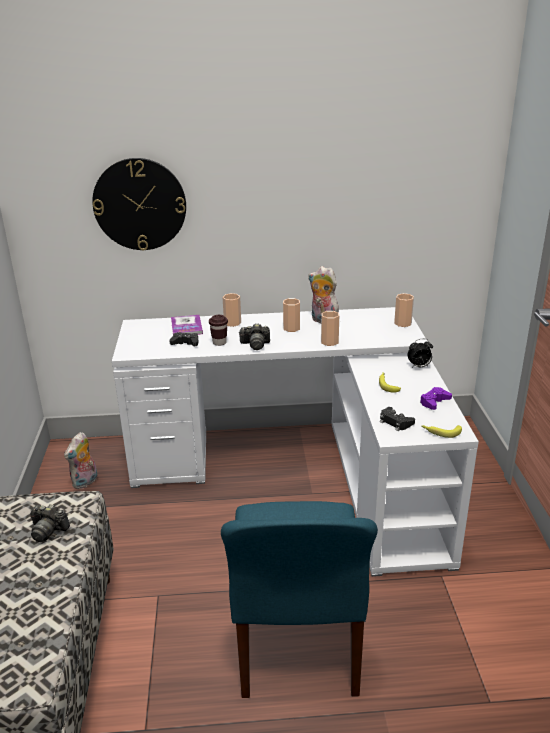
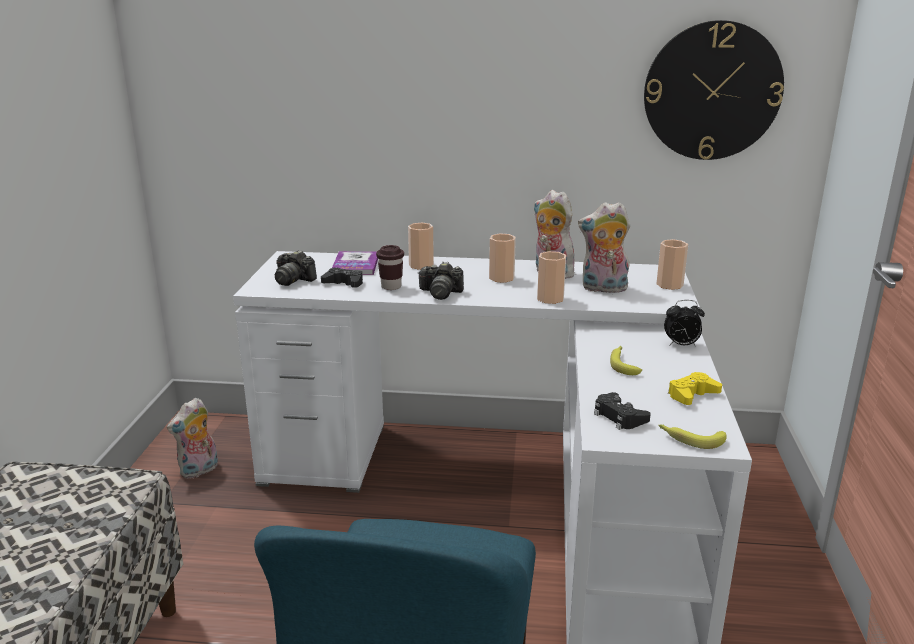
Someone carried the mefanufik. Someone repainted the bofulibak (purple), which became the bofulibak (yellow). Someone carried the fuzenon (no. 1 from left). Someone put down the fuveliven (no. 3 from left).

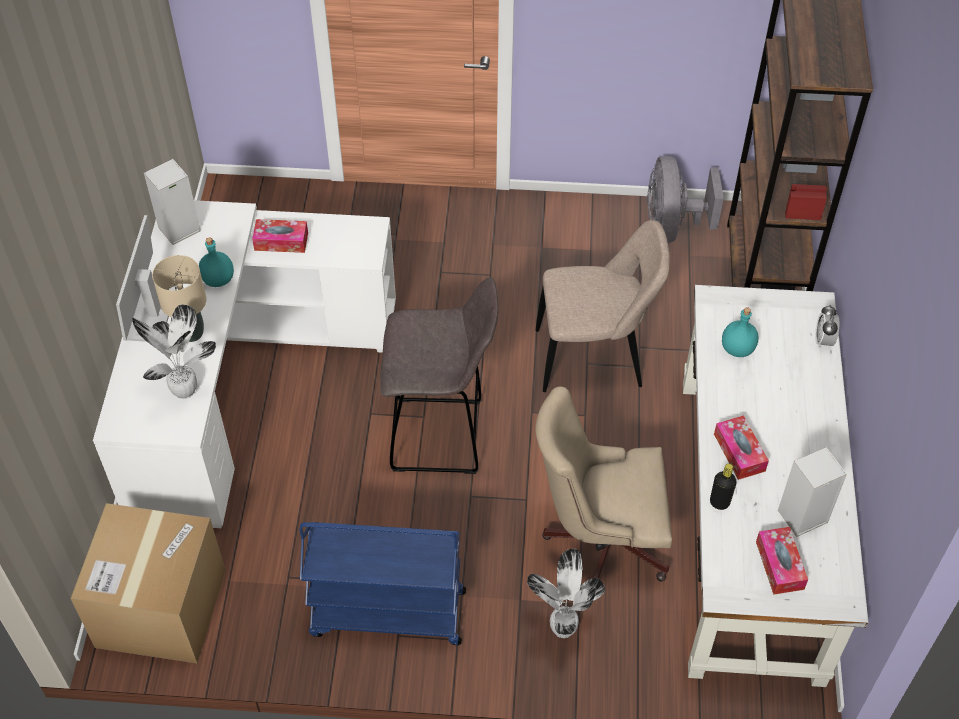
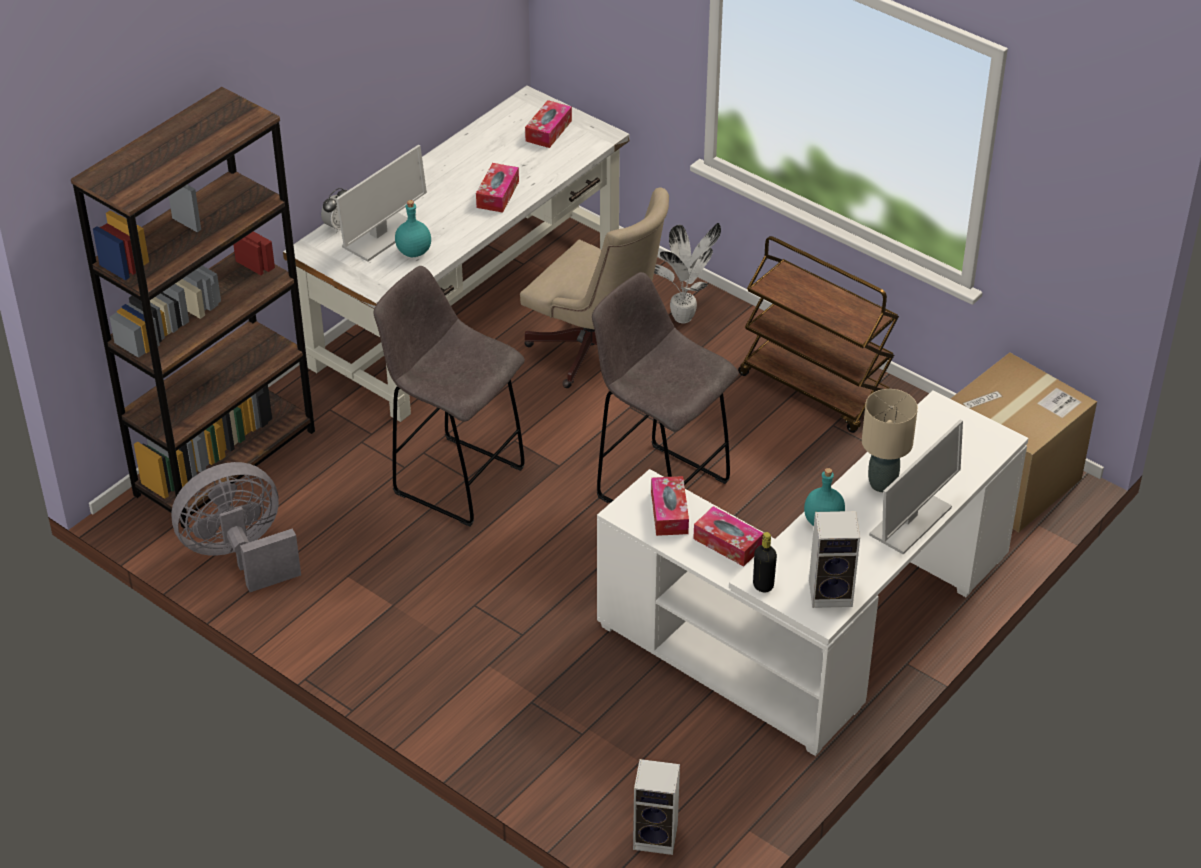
Someone rotated the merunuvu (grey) by 150 degrees counterclockwise. Someone swapped the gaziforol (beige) for the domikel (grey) (no. 1 from left). Someone took away the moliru (no. 1 from left). Someone carried the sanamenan (no. 2 from left in the first image). Someone carried the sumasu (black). Someone repainted the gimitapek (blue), which became the gimitapek (brown). Someone put down the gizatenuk (no. 1 from left). Someone put down the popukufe (no. 3 from left).

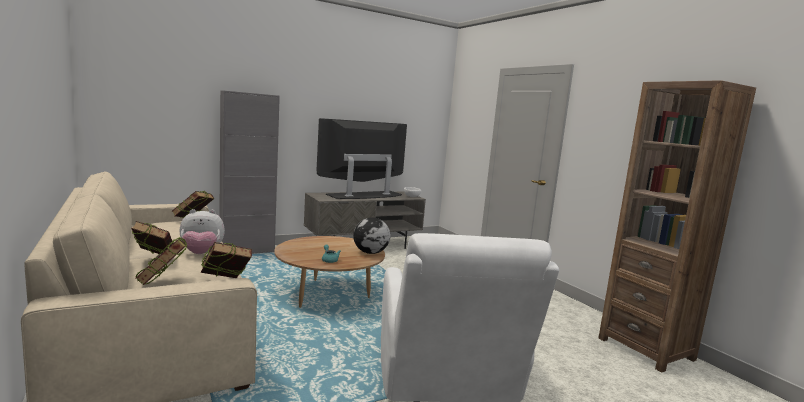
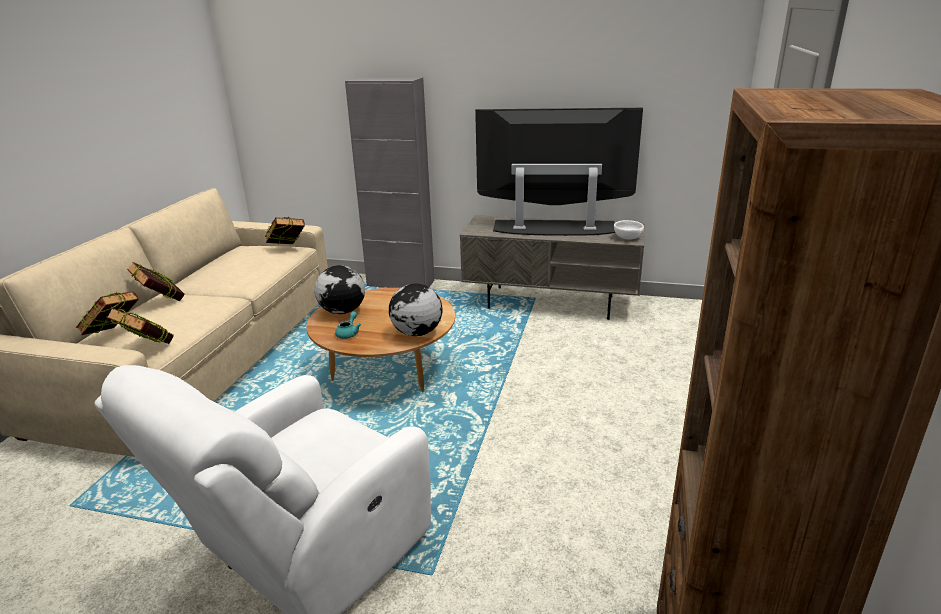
Someone took away the fuveliven. Someone put down the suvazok (no. 1 from left).

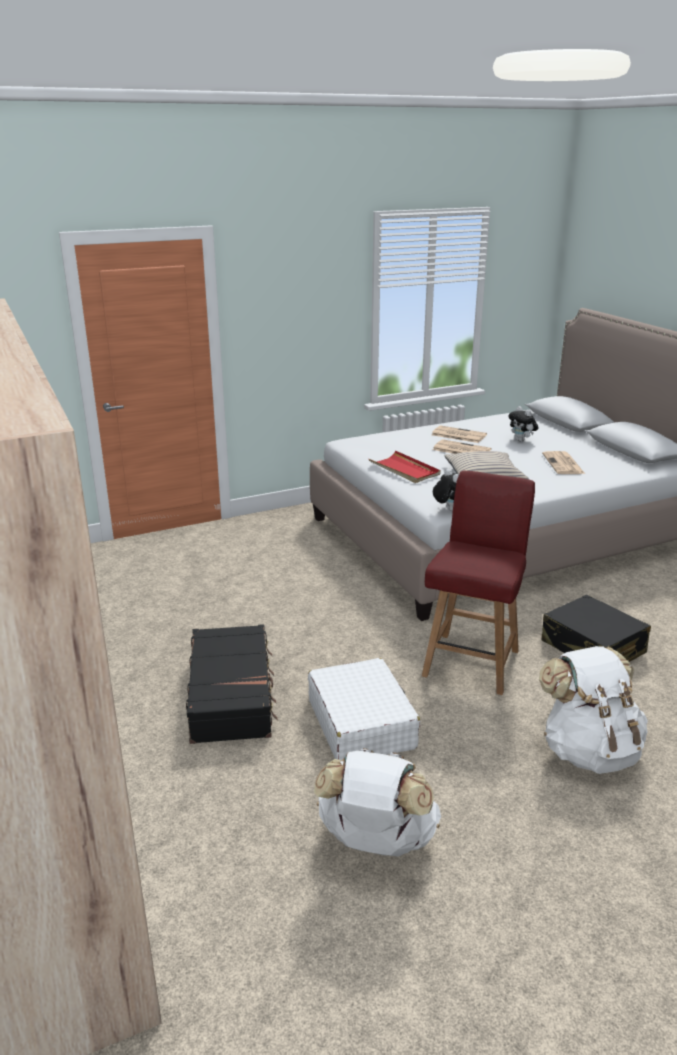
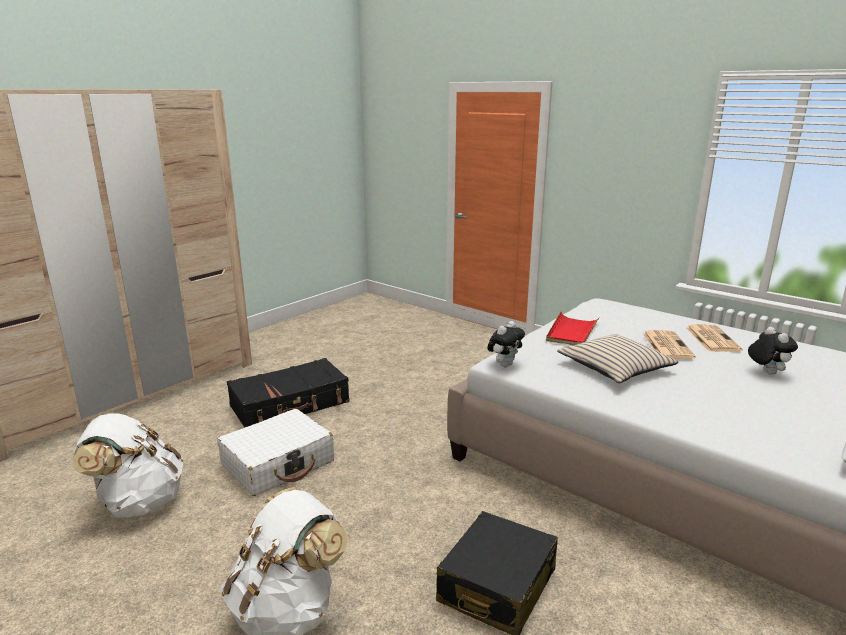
Someone rotated the fuveliven (no. 2 from left) by 135 degrees clockwise. Someone took away the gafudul (no. 3 from left). Someone took away the gaziforol (red).

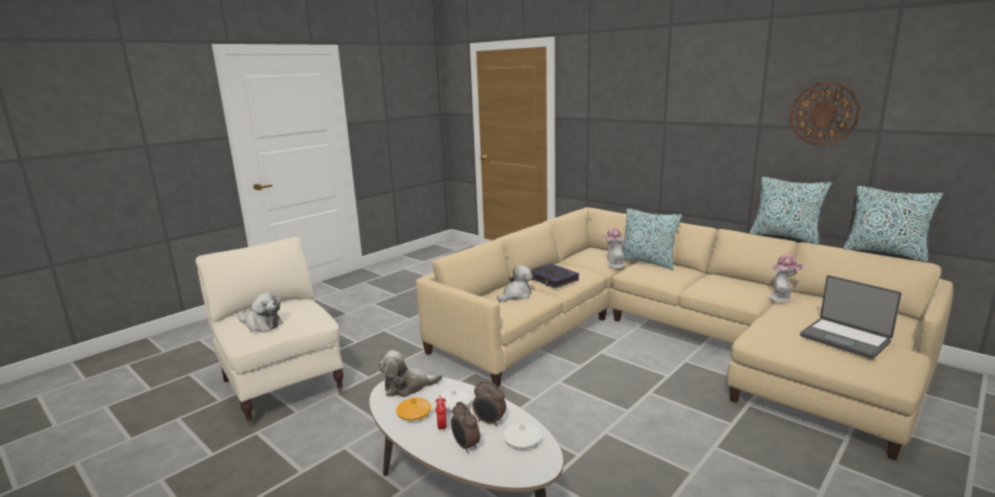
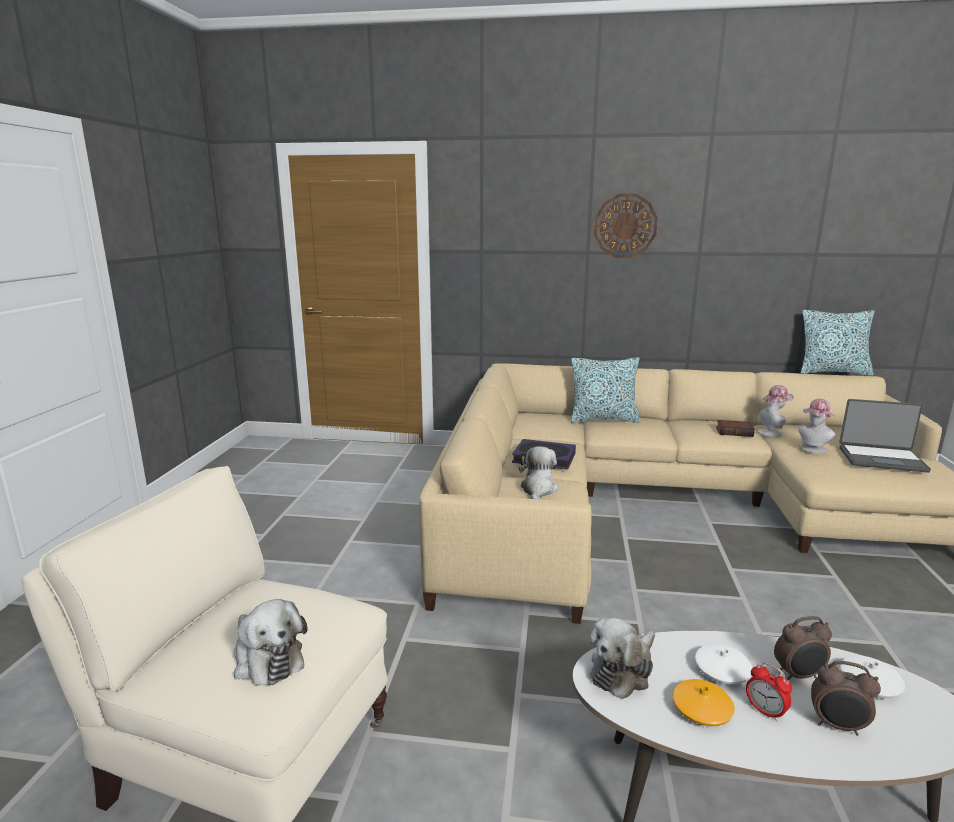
Someone carried the mefanufik. Someone took away the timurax (no. 2 from left). Someone carried the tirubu (no. 1 from left in the first image). Someone rotated the fuveliven (no. 1 from left) by 60 degrees clockwise. Someone put down the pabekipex (no. 2 from left).

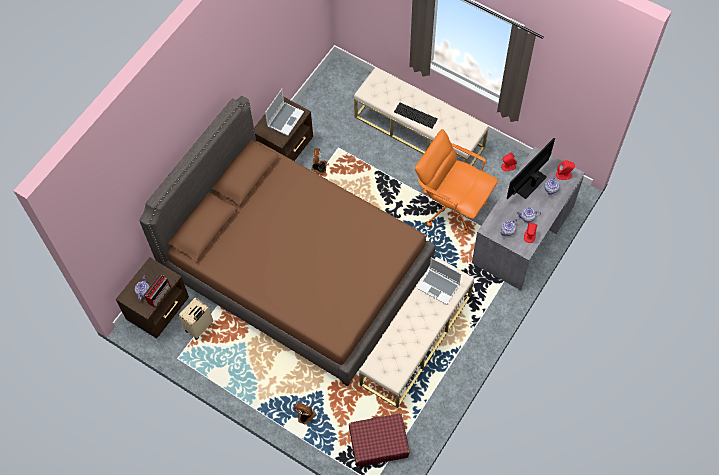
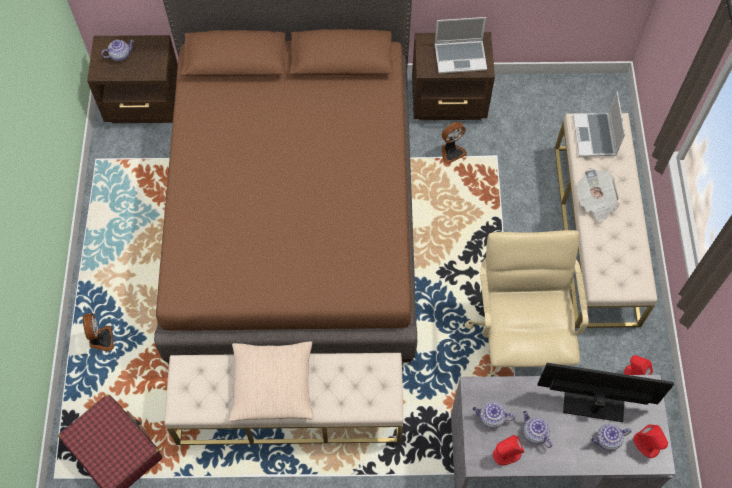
Someone swapped the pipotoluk for the gafudul. Someone repainted the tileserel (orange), which became the tileserel (beige). Someone carried the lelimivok (no. 2 from left). Someone took away the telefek. Someone took away the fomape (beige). Someone put down the timurax (beige).

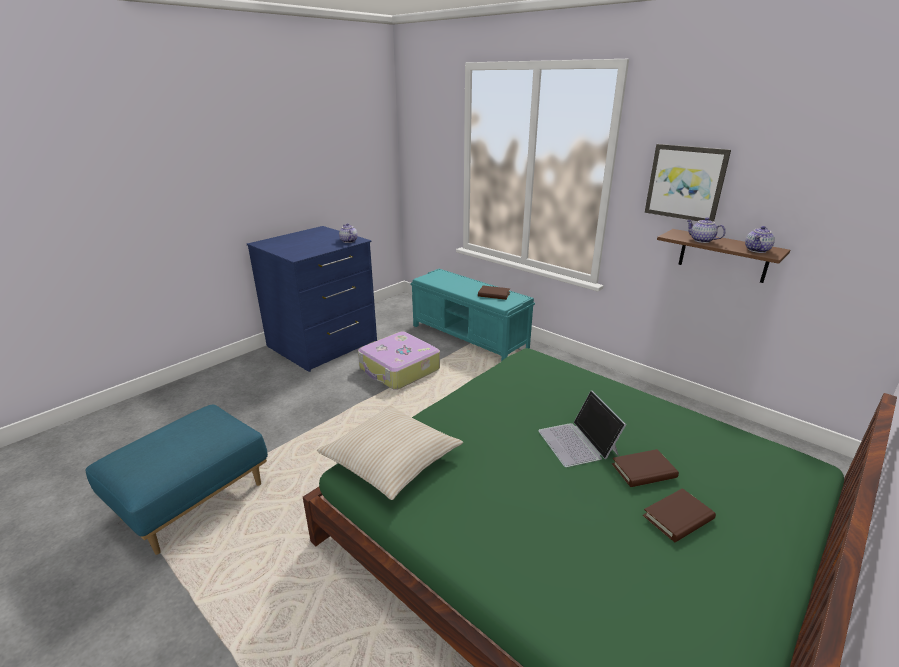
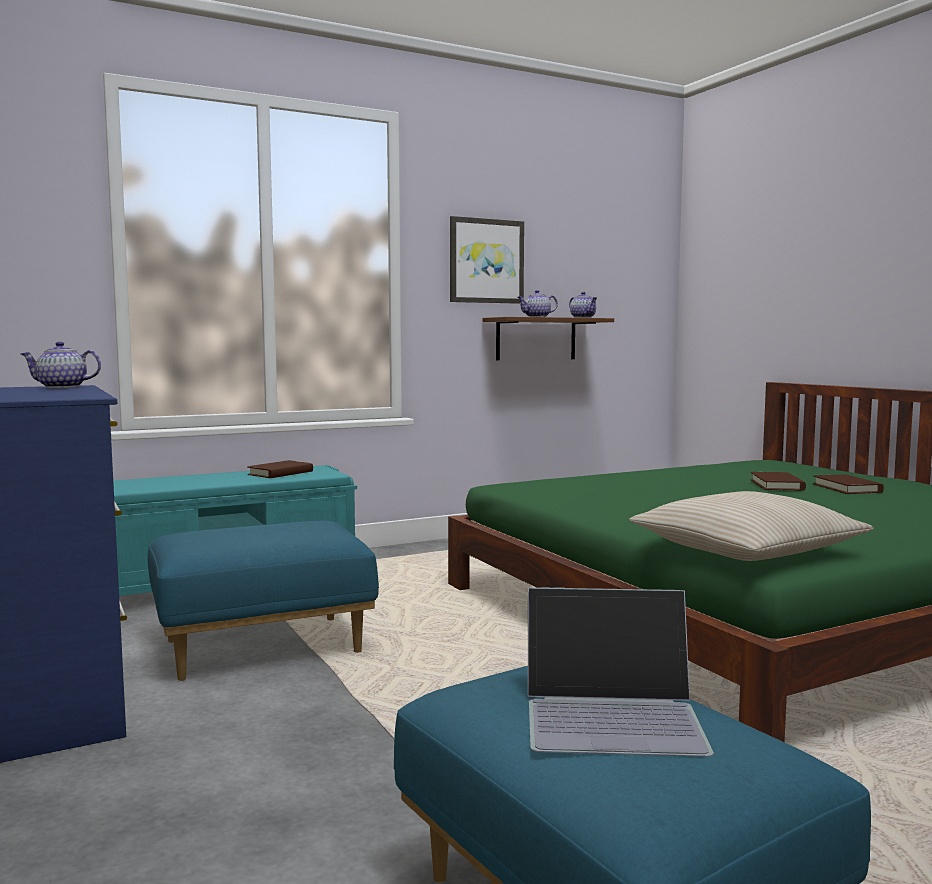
Someone swapped the fomape for the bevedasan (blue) (no. 1 from left). Someone carried the lelimivok.

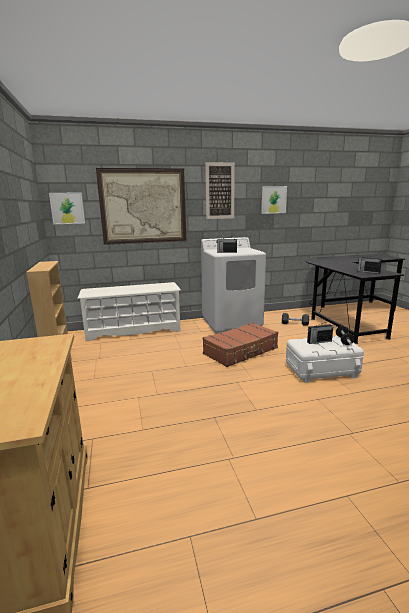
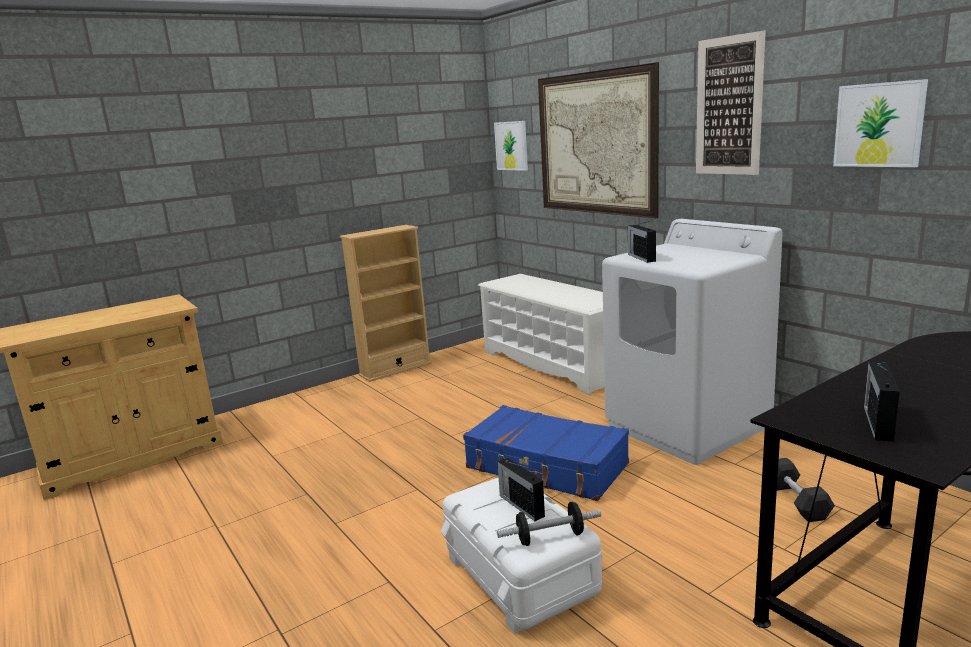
Someone repainted the fomape (brown), which became the fomape (blue).

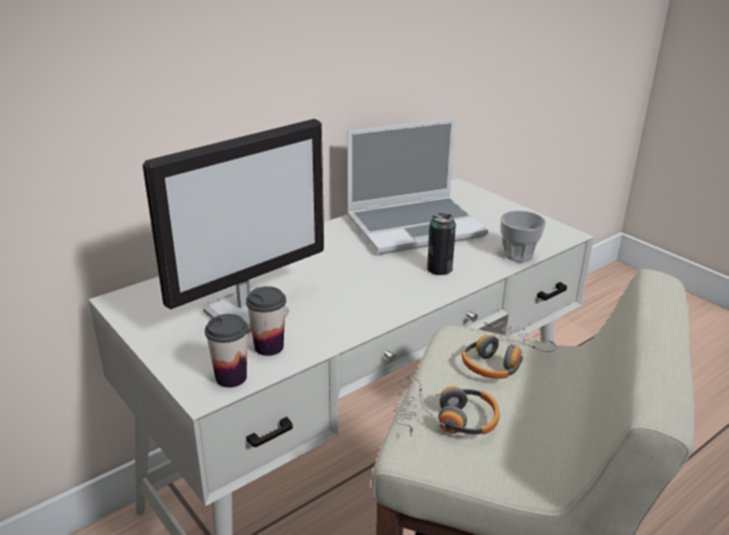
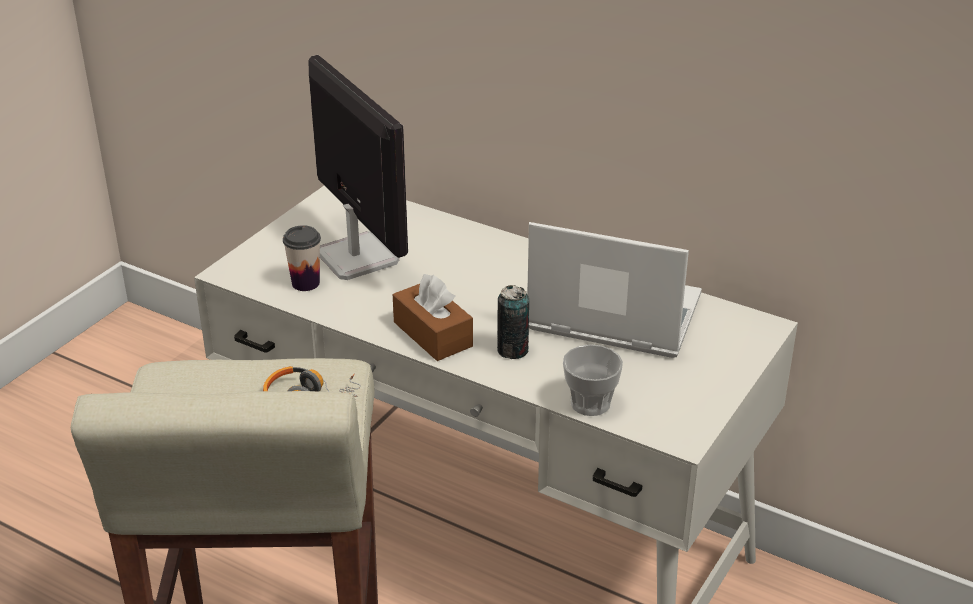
Someone rotated the gizatenuk by 150 degrees counterclockwise. Someone rotated the lelimivok by 150 degrees clockwise. Someone took away the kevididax (no. 1 from left). Someone took away the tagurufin (no. 1 from left). Someone put down the popukufe (brown).

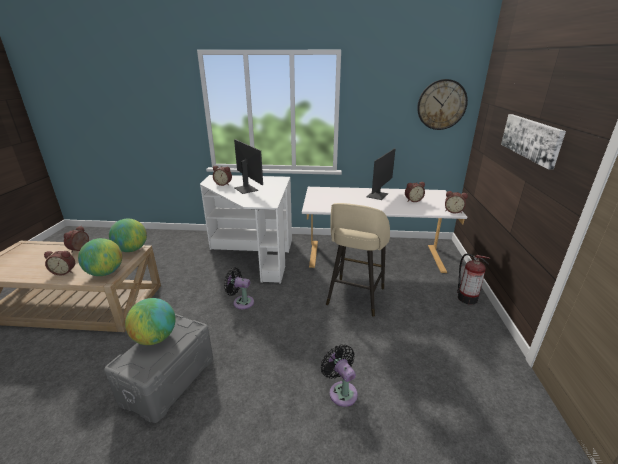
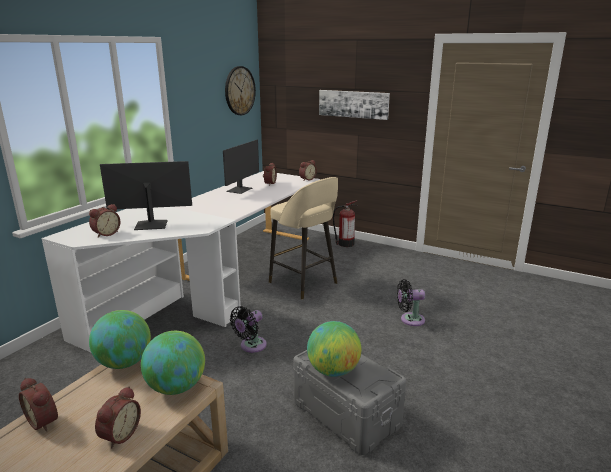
Someone rotated the gizatenuk (no. 2 from left) by 60 degrees clockwise.

